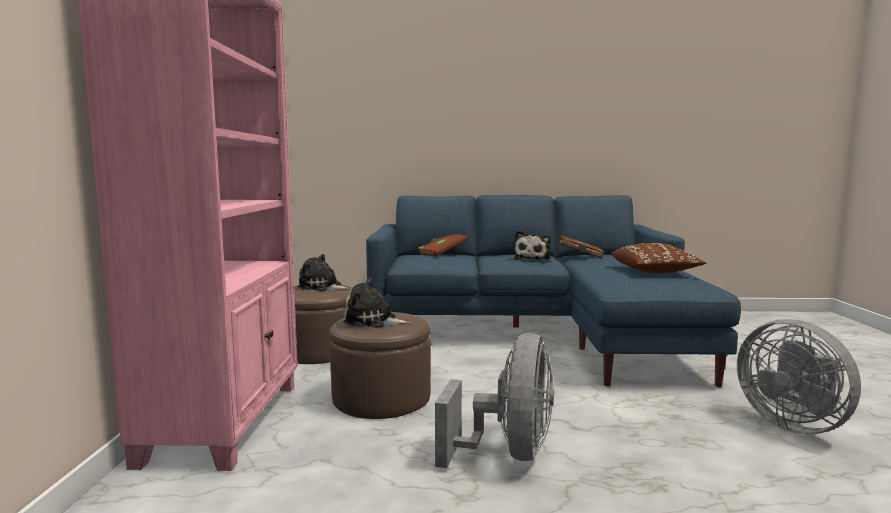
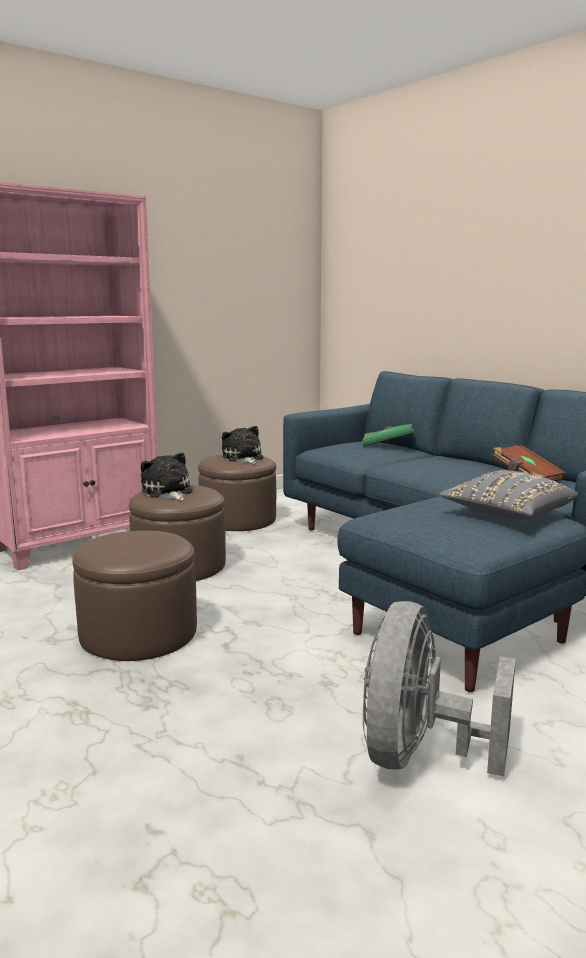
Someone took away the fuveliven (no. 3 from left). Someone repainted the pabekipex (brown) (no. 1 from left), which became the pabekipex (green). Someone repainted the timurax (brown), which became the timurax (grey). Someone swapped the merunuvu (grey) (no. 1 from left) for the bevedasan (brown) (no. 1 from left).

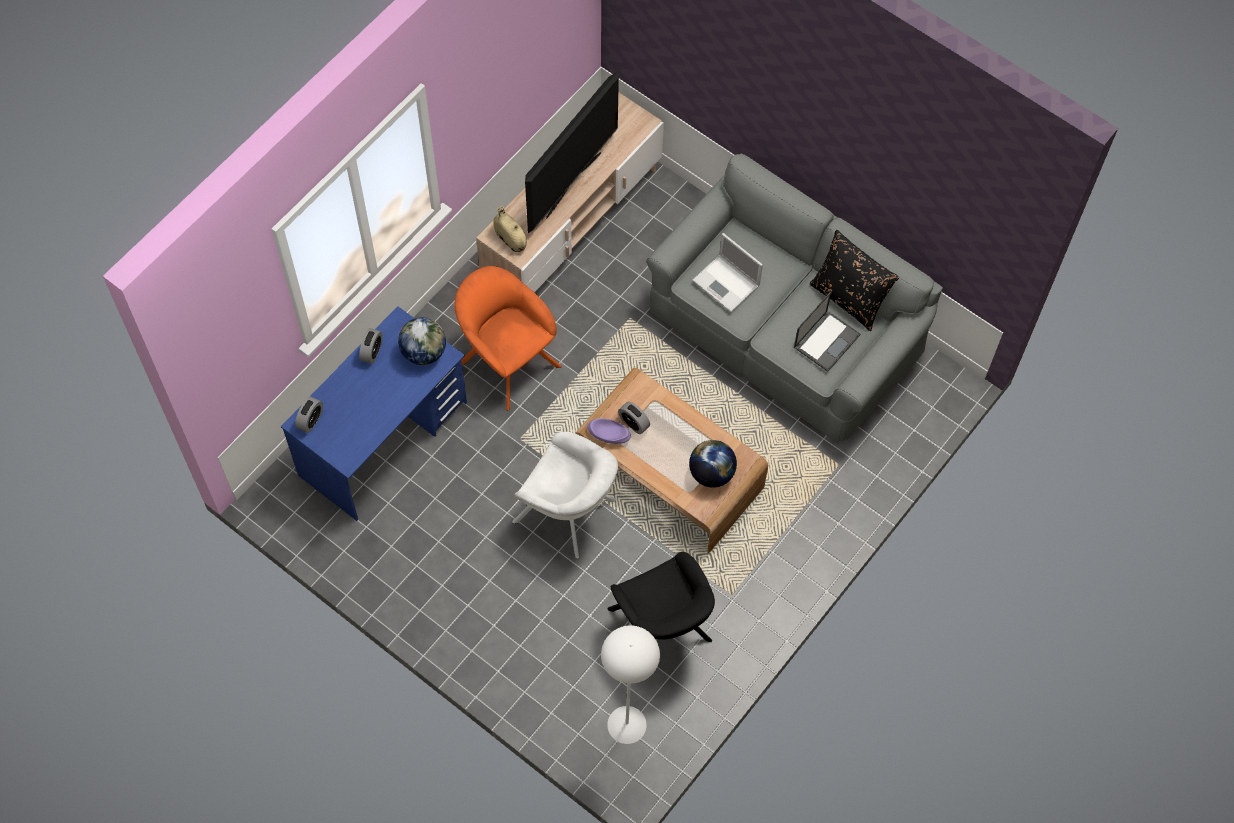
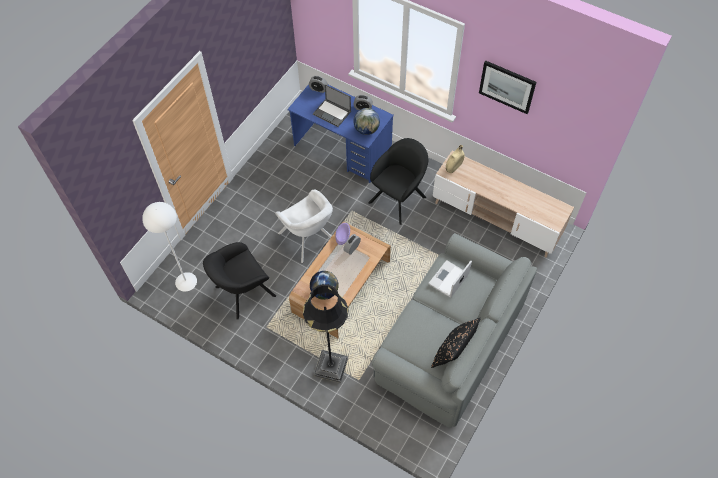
Someone took away the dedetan. Someone repainted the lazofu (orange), which became the lazofu (black) (no. 2 from left). Someone carried the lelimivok (no. 2 from left in the first image). Someone rotated the lazofu (white) by 60 degrees counterclockwise. Someone put up the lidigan. Someone put down the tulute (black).

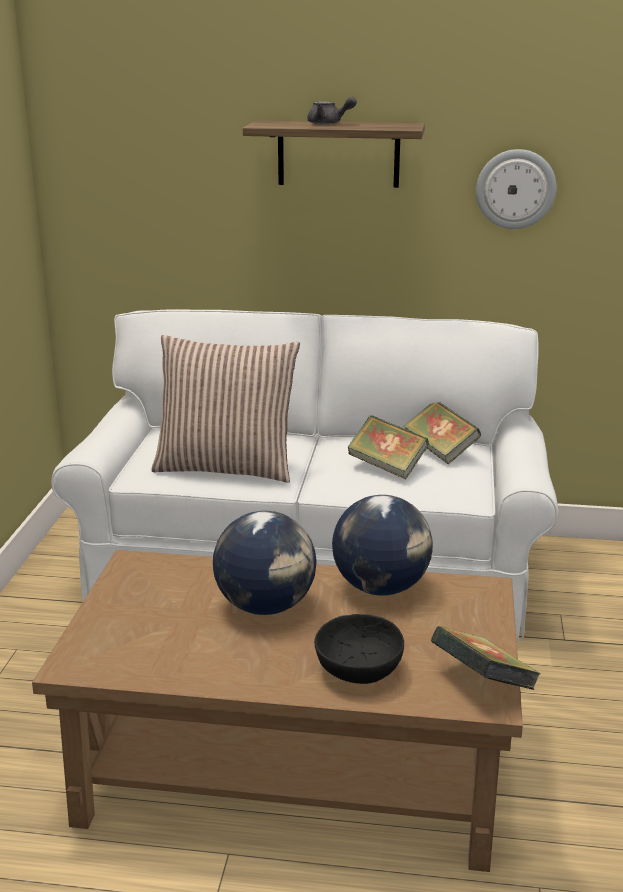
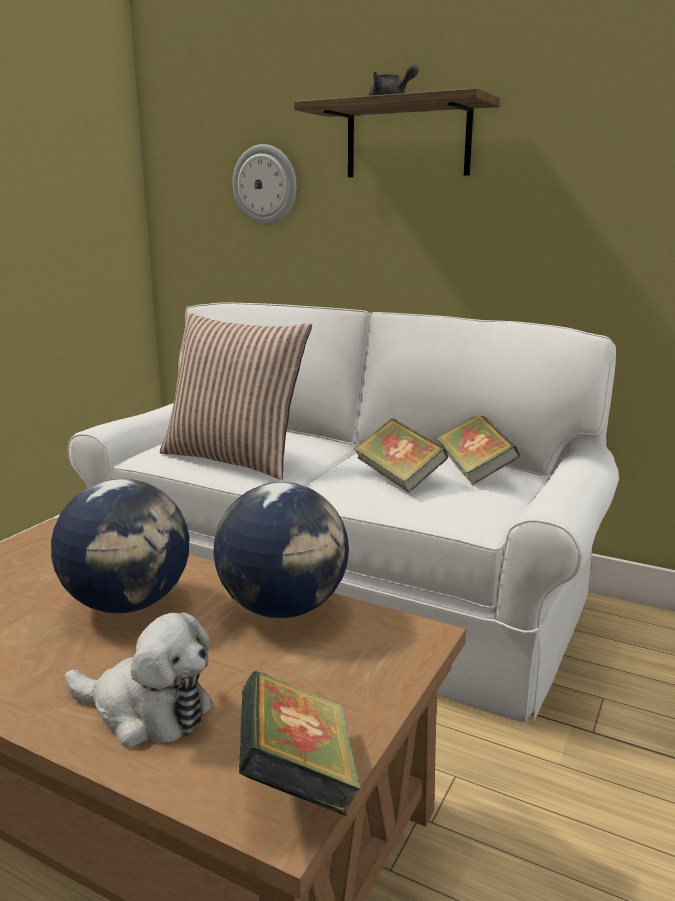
Someone carried the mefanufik. Someone swapped the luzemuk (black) for the fuveliven.

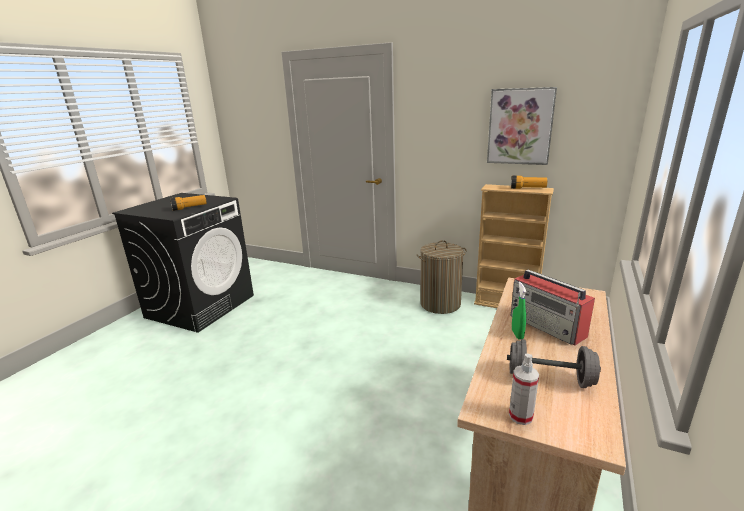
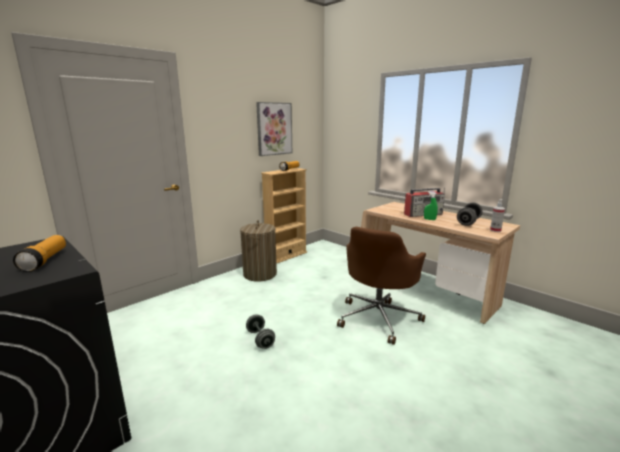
Someone put down the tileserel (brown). Someone put down the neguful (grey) (no. 1 from left).

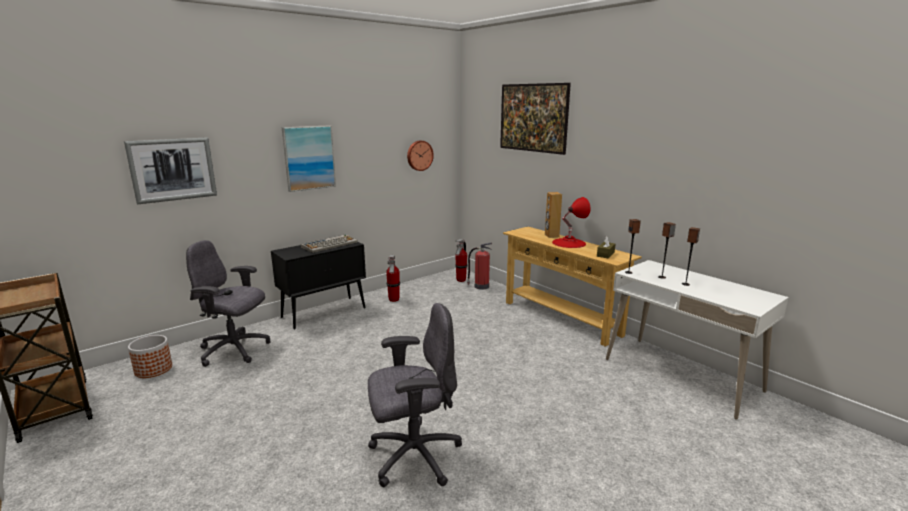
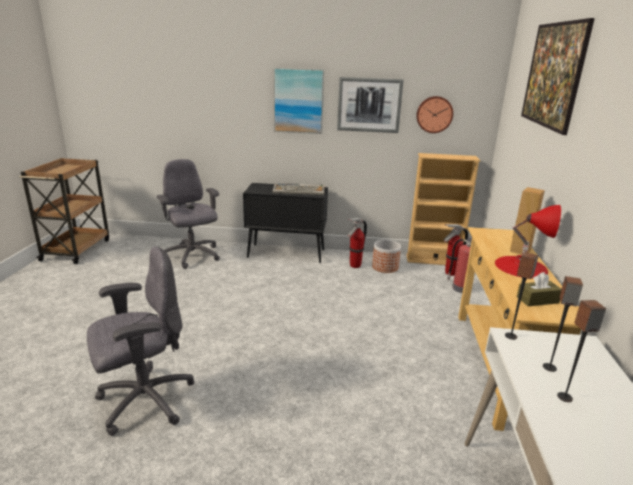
Someone carried the lidigan (no. 1 from left in the first image). Someone rotated the tileserel (grey) (no. 2 from left in the first image) by 60 degrees counterclockwise. Someone carried the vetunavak. Someone put down the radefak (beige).

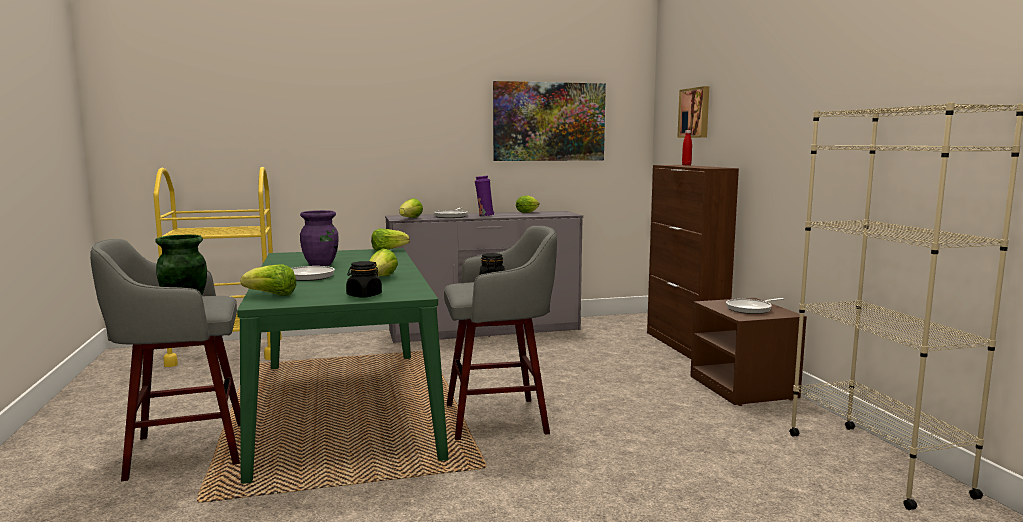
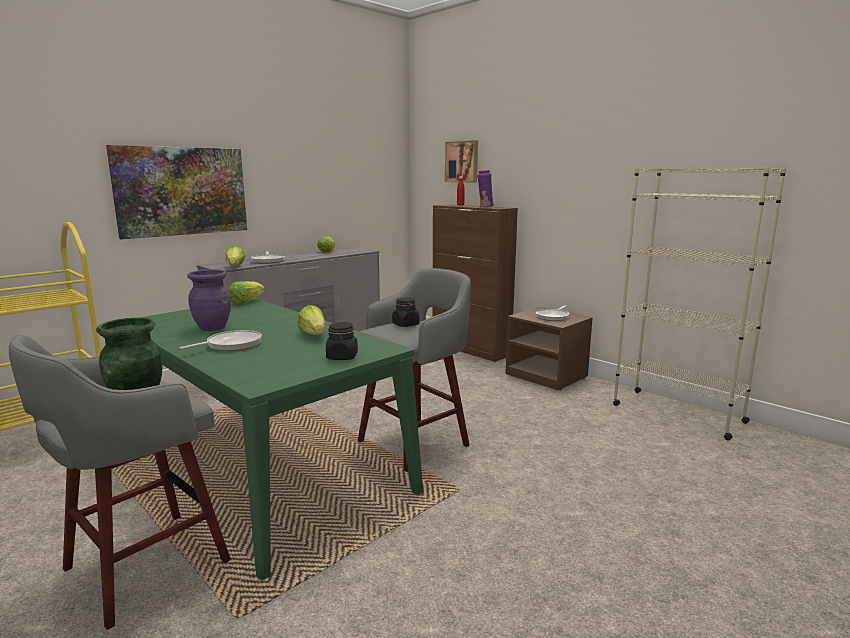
Someone carried the lidigan (no. 1 from left). Someone carried the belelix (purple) (no. 2 from left). Someone took away the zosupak (no. 1 from left).

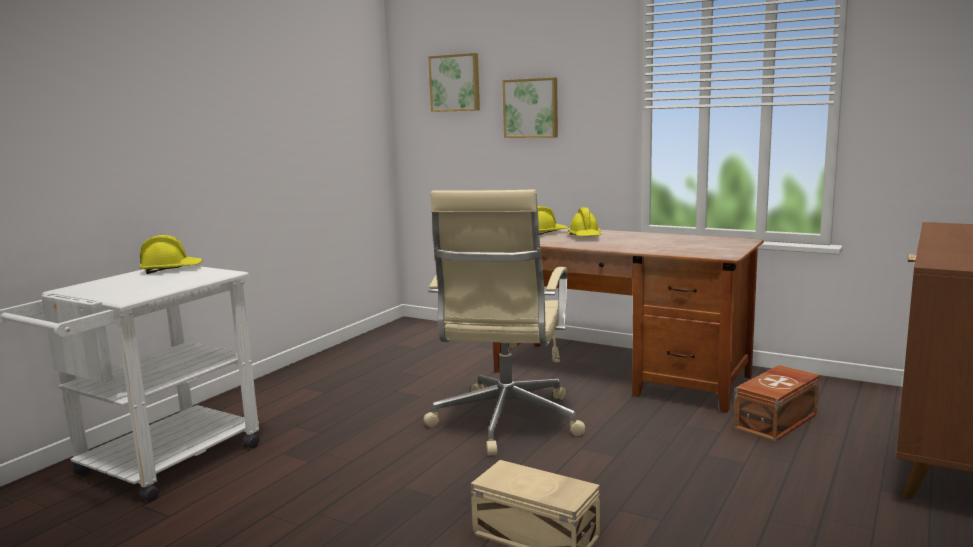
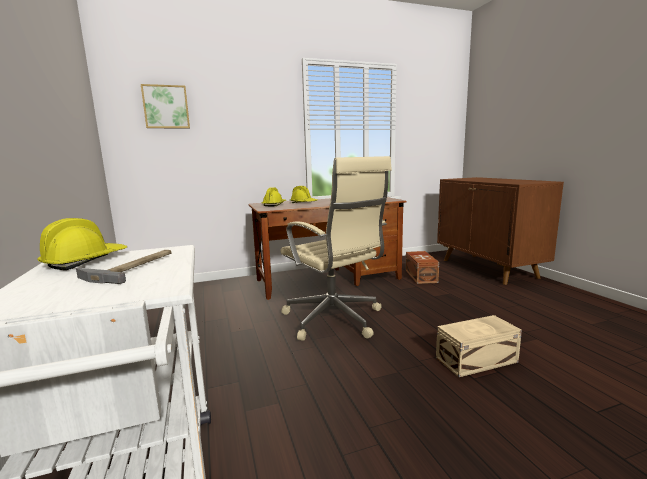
Someone took away the lidigan (no. 2 from left). Someone put down the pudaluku.

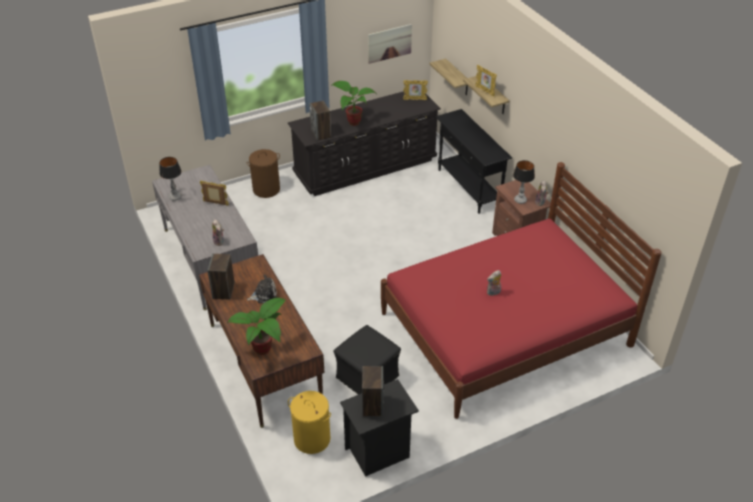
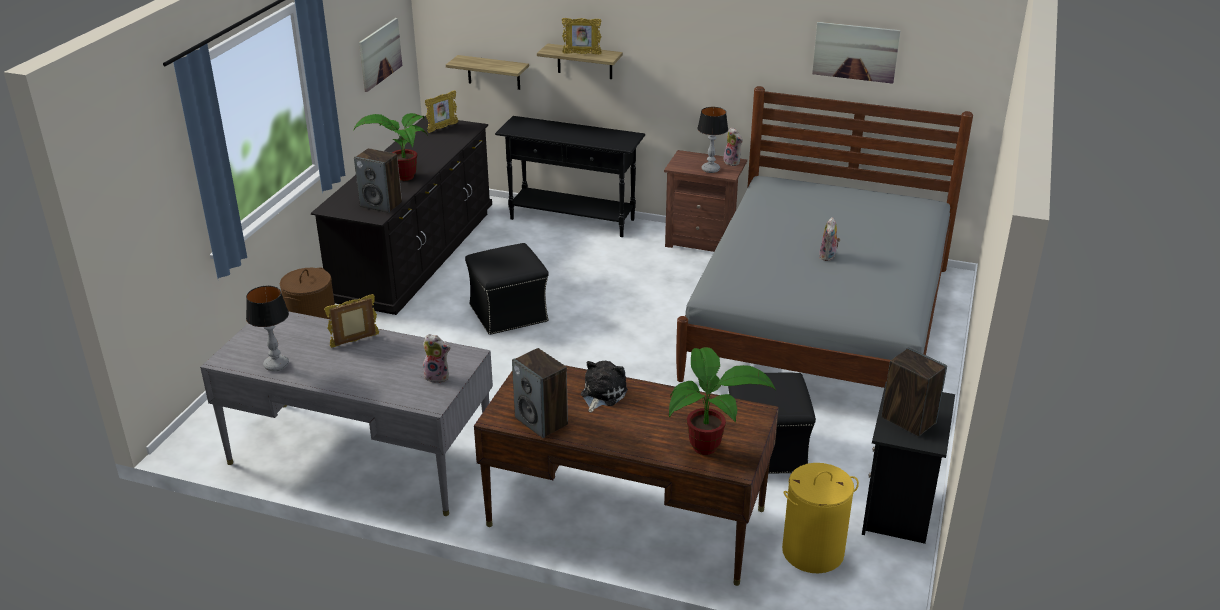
Someone repainted the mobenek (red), which became the mobenek (grey). Someone put up the lidigan (no. 2 from left). Someone put down the bevedasan (black) (no. 1 from left).

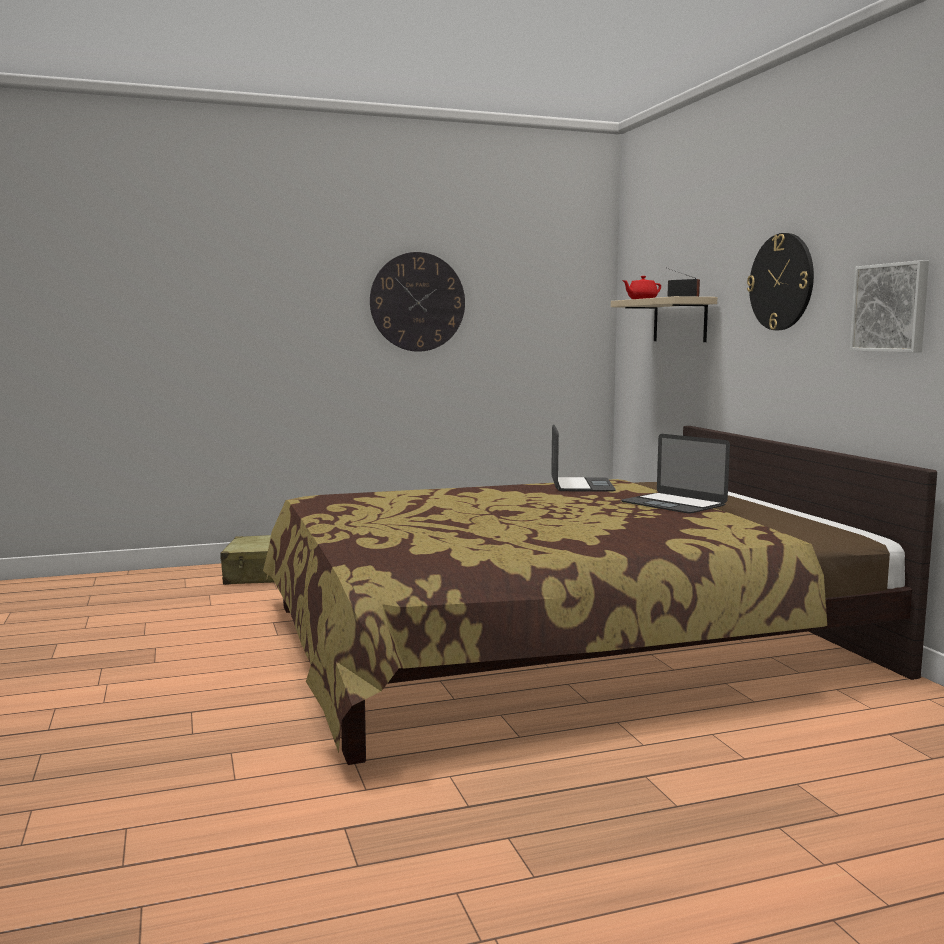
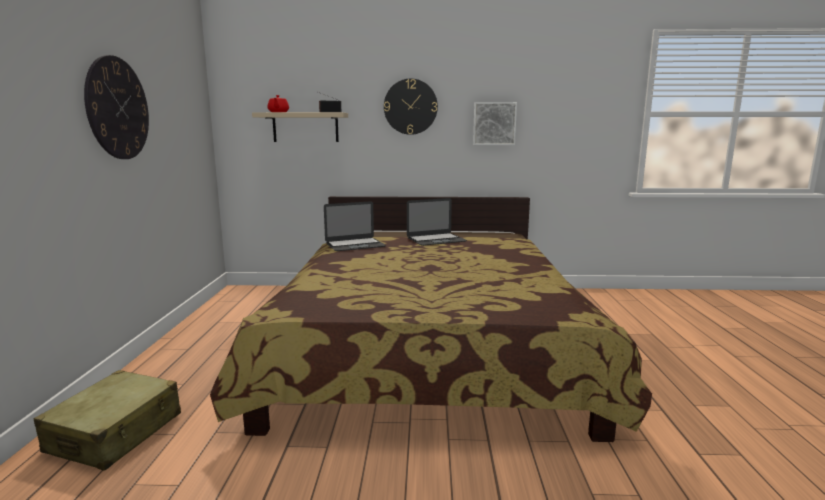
Someone rotated the lelimivok (no. 1 from left) by 135 degrees clockwise.

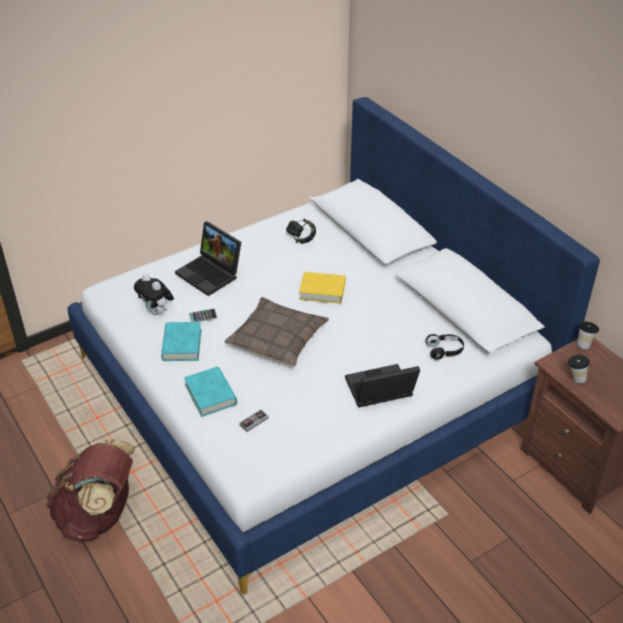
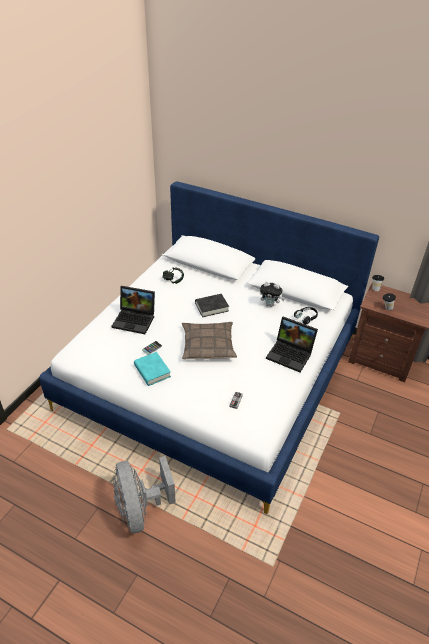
Someone repainted the pabekipex (yellow), which became the pabekipex (black). Someone carried the fuveliven. Someone rotated the lelimivok (no. 2 from left) by 105 degrees counterclockwise. Someone took away the pabekipex (turquoise) (no. 2 from left). Someone swapped the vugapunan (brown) for the merunuvu (grey).

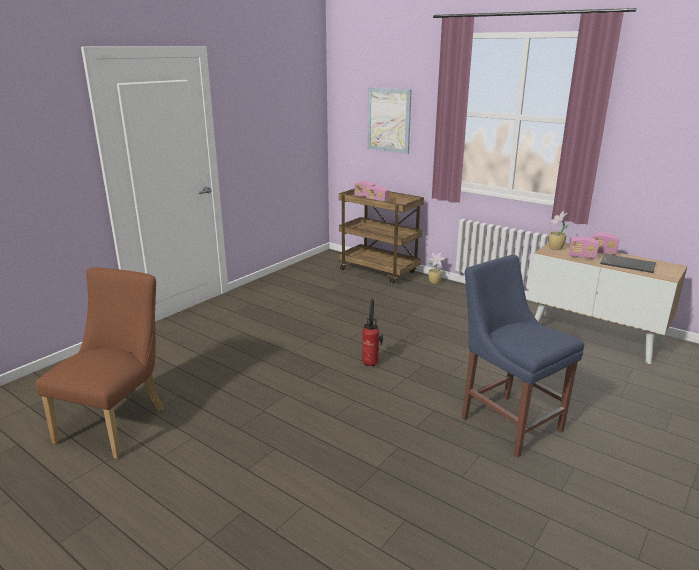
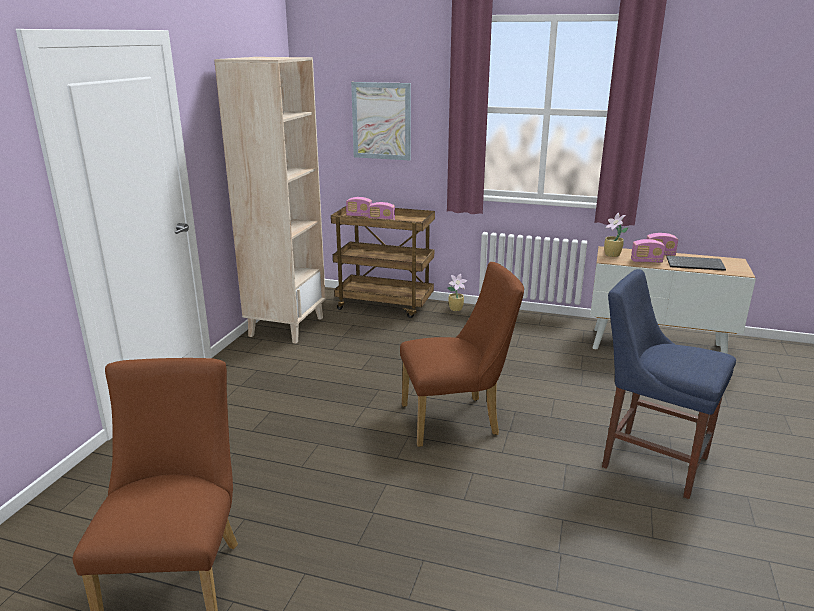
Someone swapped the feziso for the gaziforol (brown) (no. 2 from left). Someone put down the radefak (beige).

